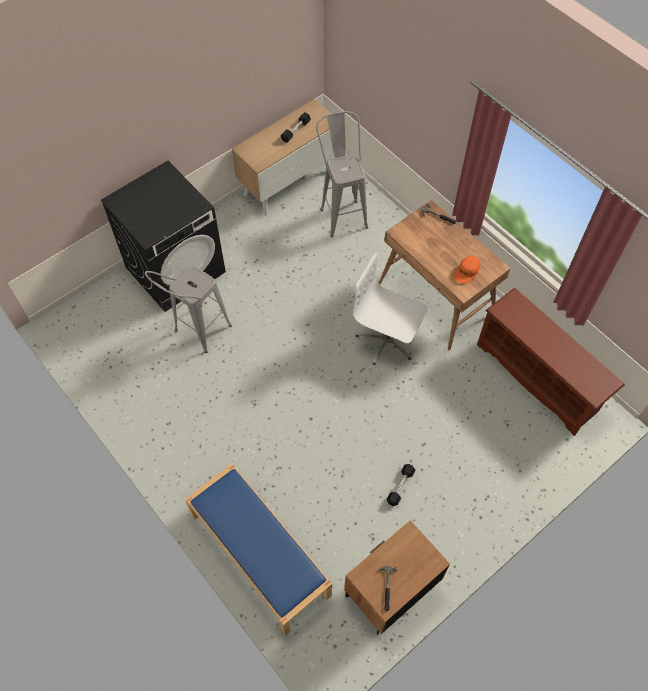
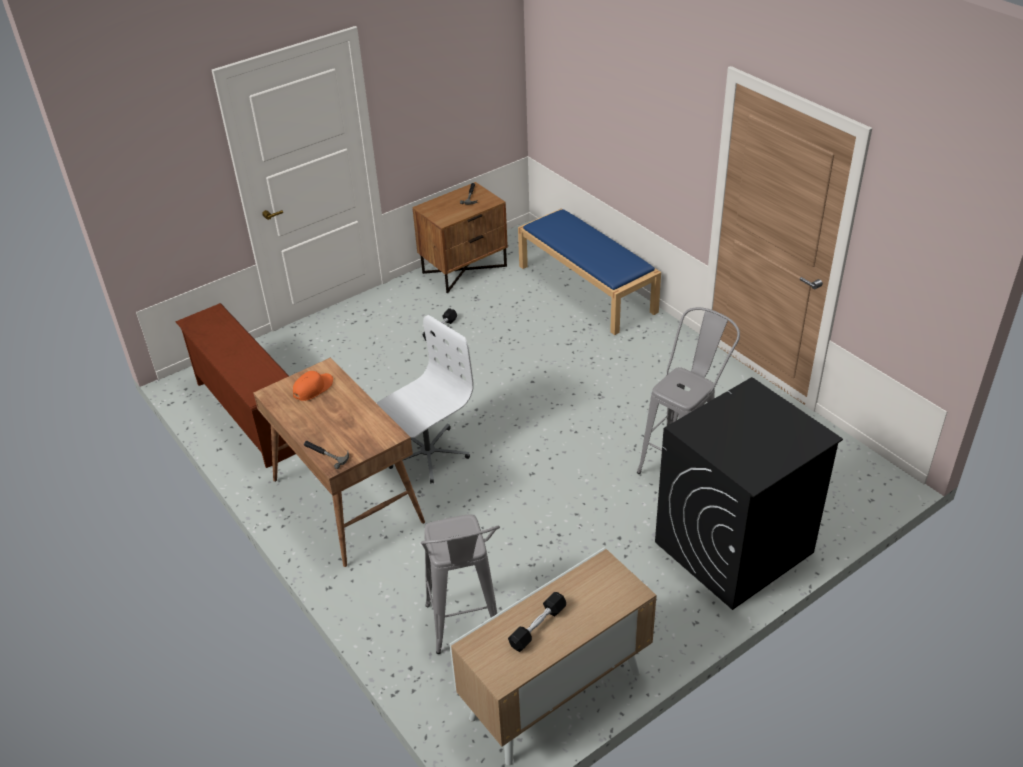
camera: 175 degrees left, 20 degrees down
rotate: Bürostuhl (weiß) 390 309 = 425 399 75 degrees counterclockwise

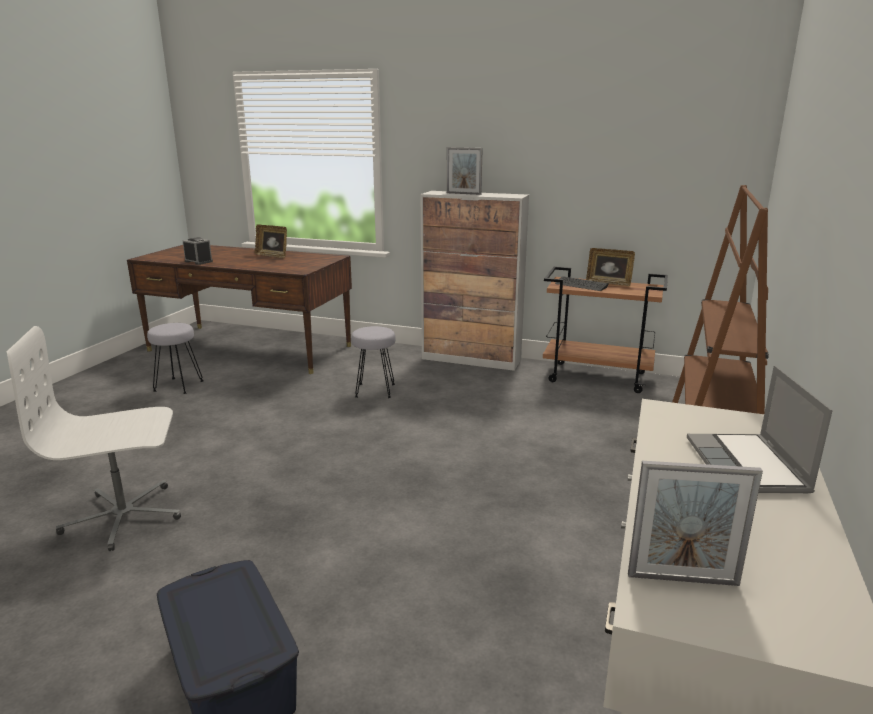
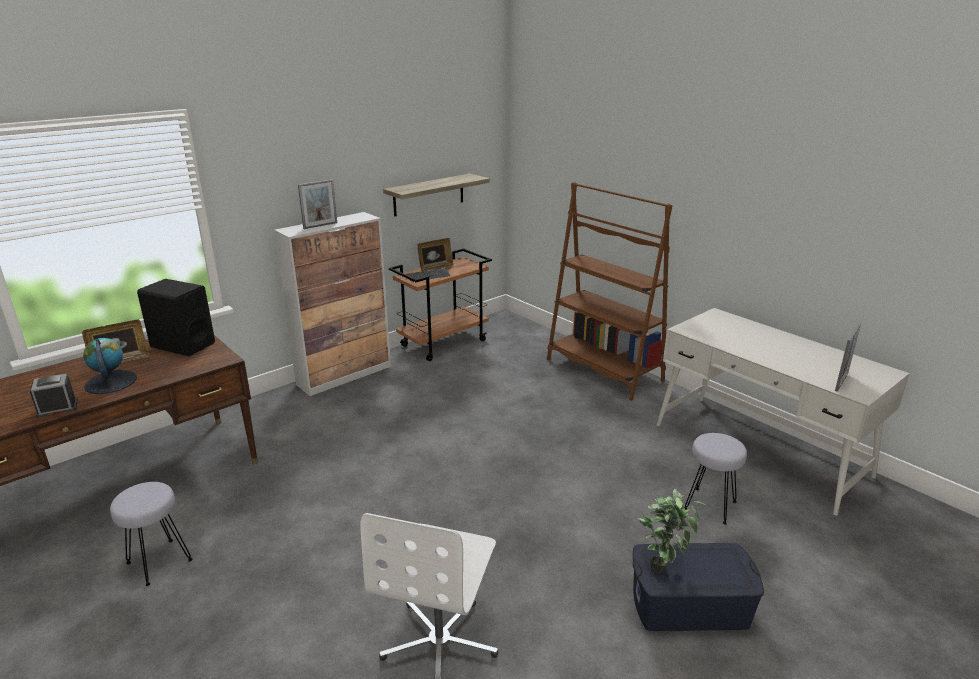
camera: 60 degrees left, 5 degrees up
delete: Laptop 760 429
insert: Globus 110 366; Lautsprecher (schwarz) 176 317; Wandregal 436 195; Topfpflanze 671 531
move: Hocker (grau) 373 362 to 716 478

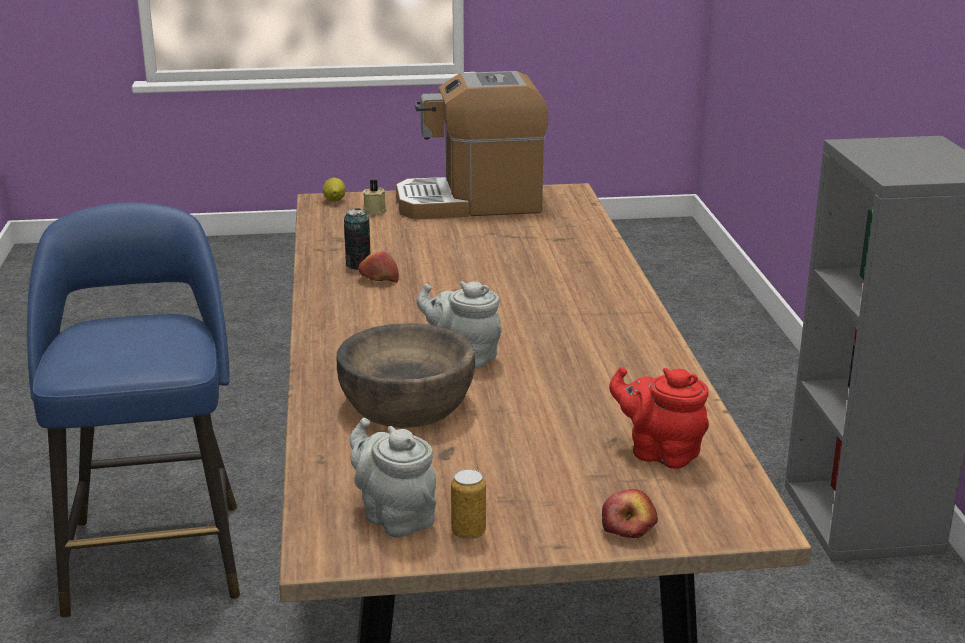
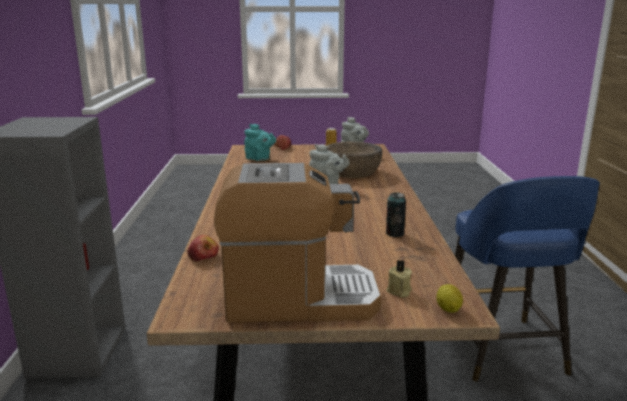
camera: 175 degrees left, 5 degrees down
move: Apfel 378 267 to 203 248
recolor: Teekanne (rot) 659 418 to Teekanne (türkis) 260 142

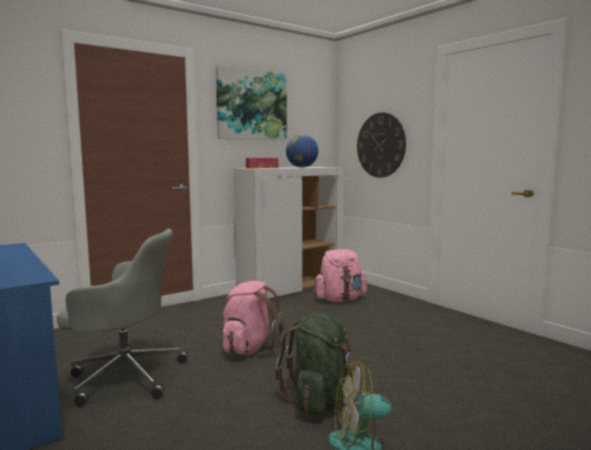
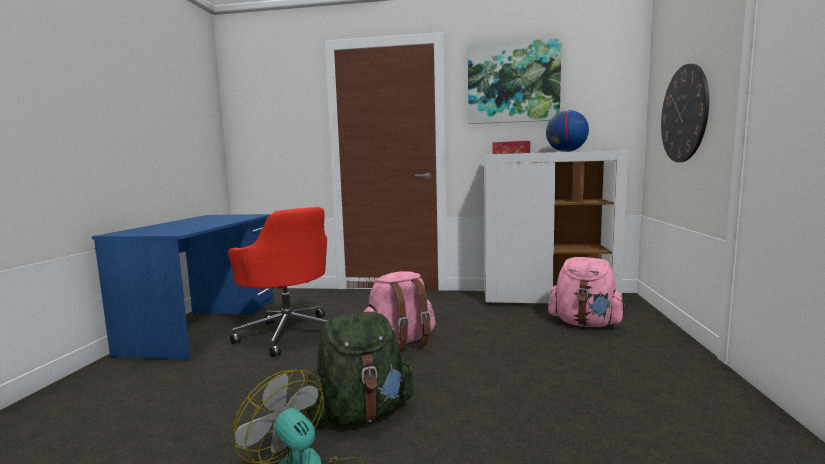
camera: 45 degrees right, 0 degrees up
recolor: Bürostuhl (grau) 122 318 to Bürostuhl (rot) 277 282

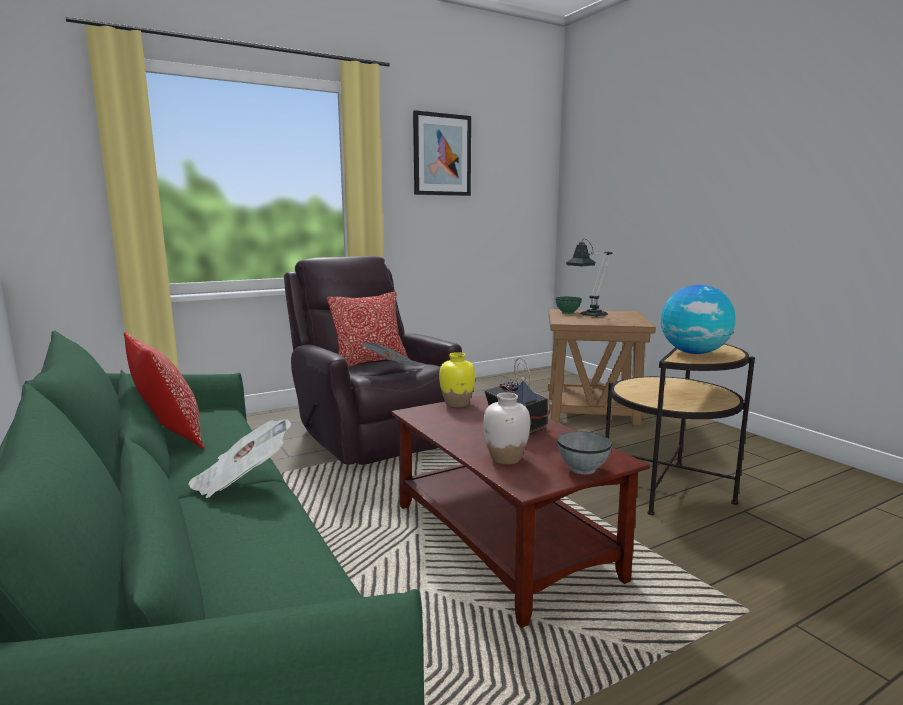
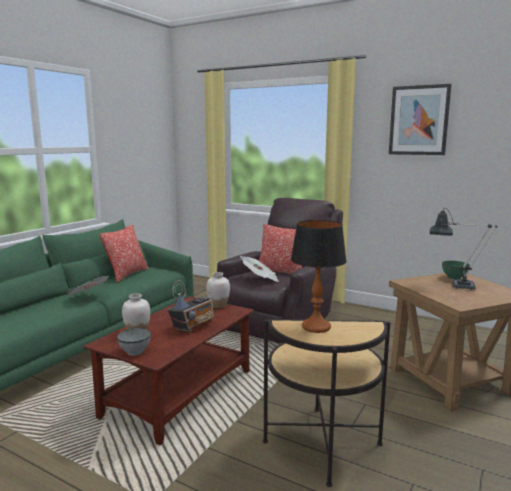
camera: 60 degrees right, 0 degrees up
replace: Globus 698 319 to Tischlampe 319 276
recolor: Vase (gelb) 457 379 to Vase (weiß) 218 290

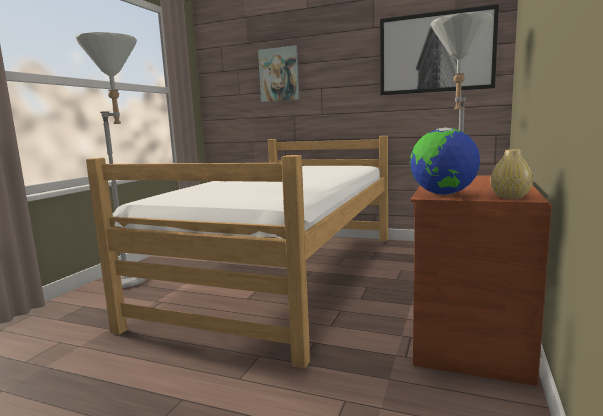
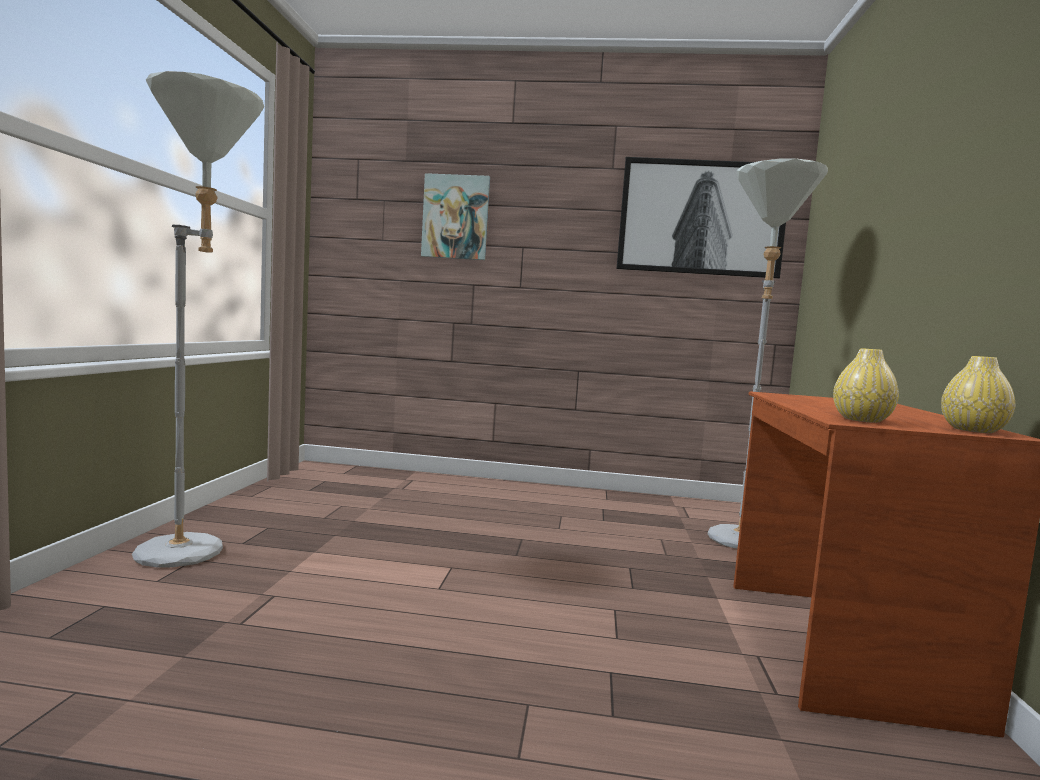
camera: 15 degrees left, 5 degrees down
delete: Bett 237 252
replace: Globus 445 161 to Vase (gelb) 866 385

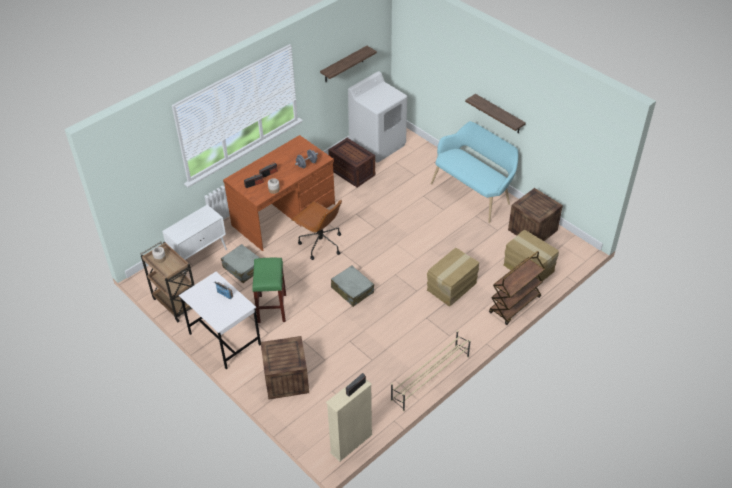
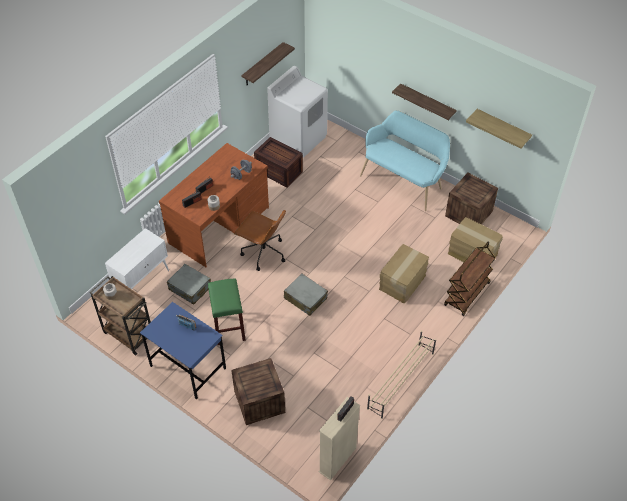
camera: 10 degrees left, 5 degrees up
insert: Wandregal 499 129
recolor: Schreibtisch (weiß) 220 320 to Schreibtisch (blau) 183 350

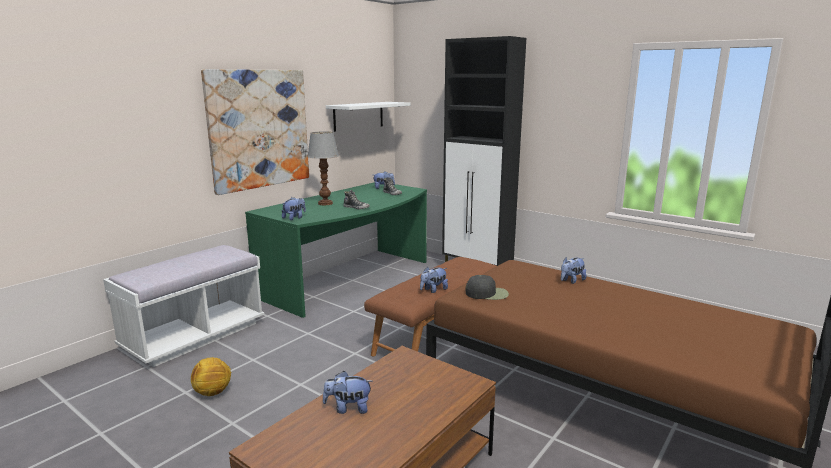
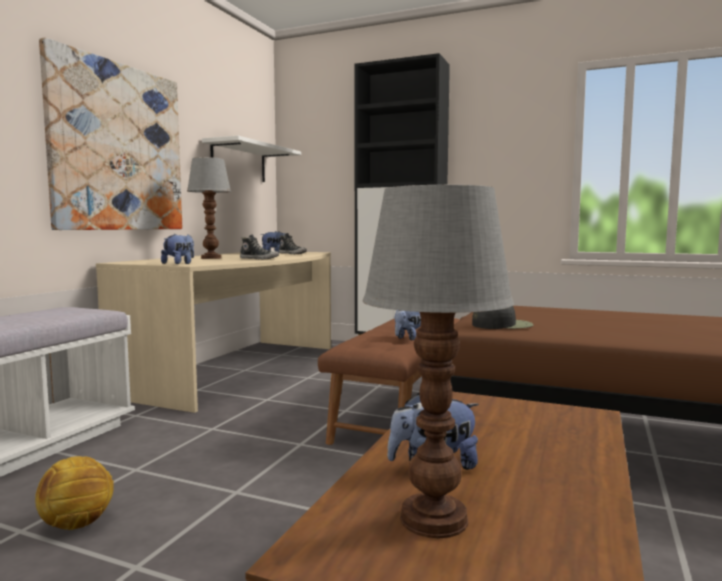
camera: 15 degrees left, 10 degrees down
delete: Plüschtier 573 270
insert: Tischlampe 438 361
recolor: Schreibtisch (grün) 336 250 to Schreibtisch (beige) 213 332

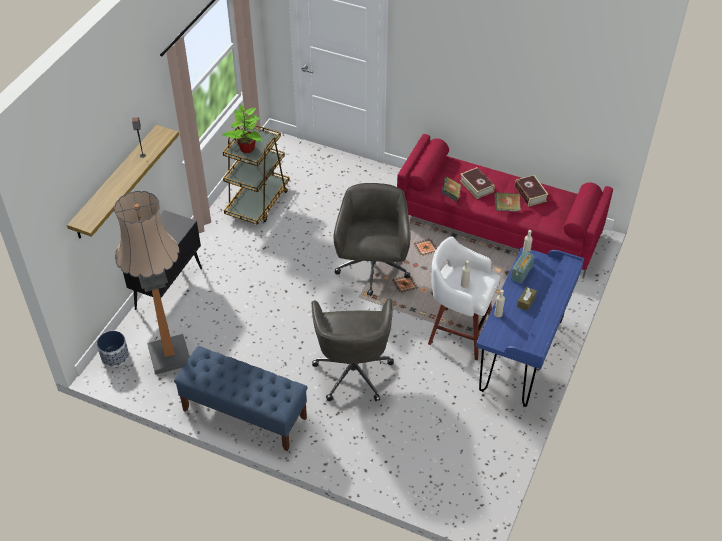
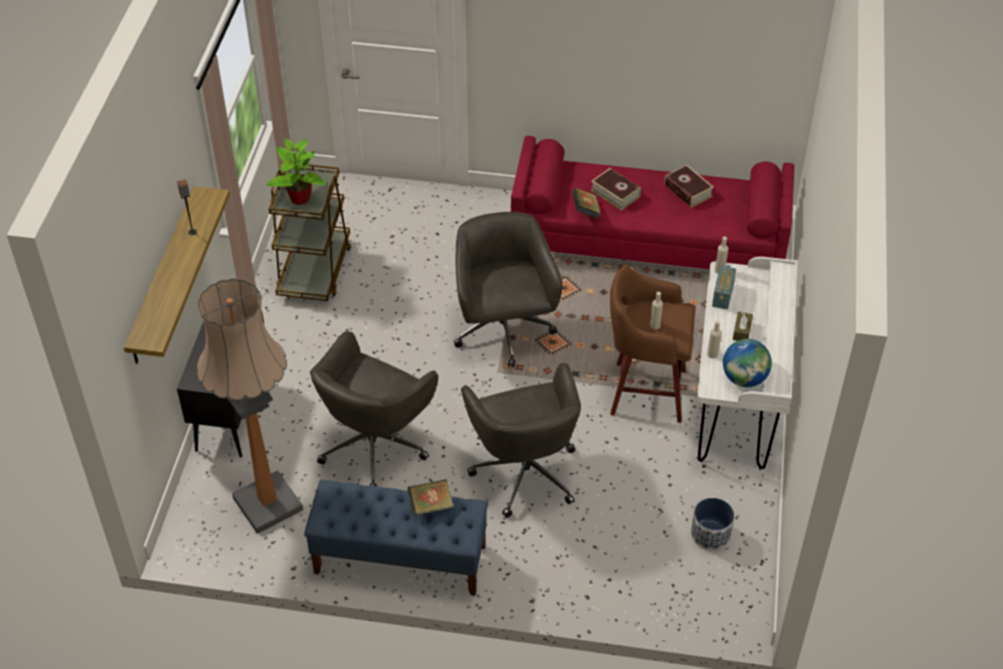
camera: 15 degrees left, 0 degrees up
insert: Bürostuhl (grau) 374 409; Globus 747 363
move: Pflanzkübel 113 349 to 712 524; Buch 507 202 to 430 497
recolor: Hocker (weiß) 464 298 to Hocker (braun) 652 343; Schreibtisch (blau) 530 327 to Schreibtisch (weiß) 747 363

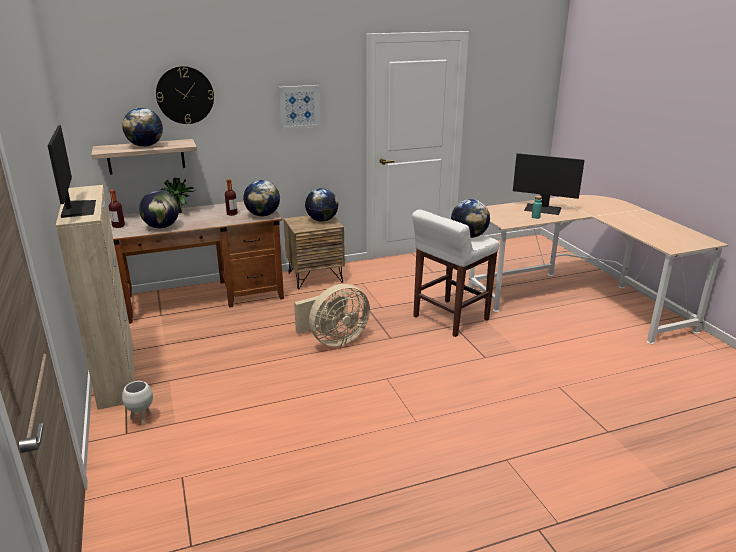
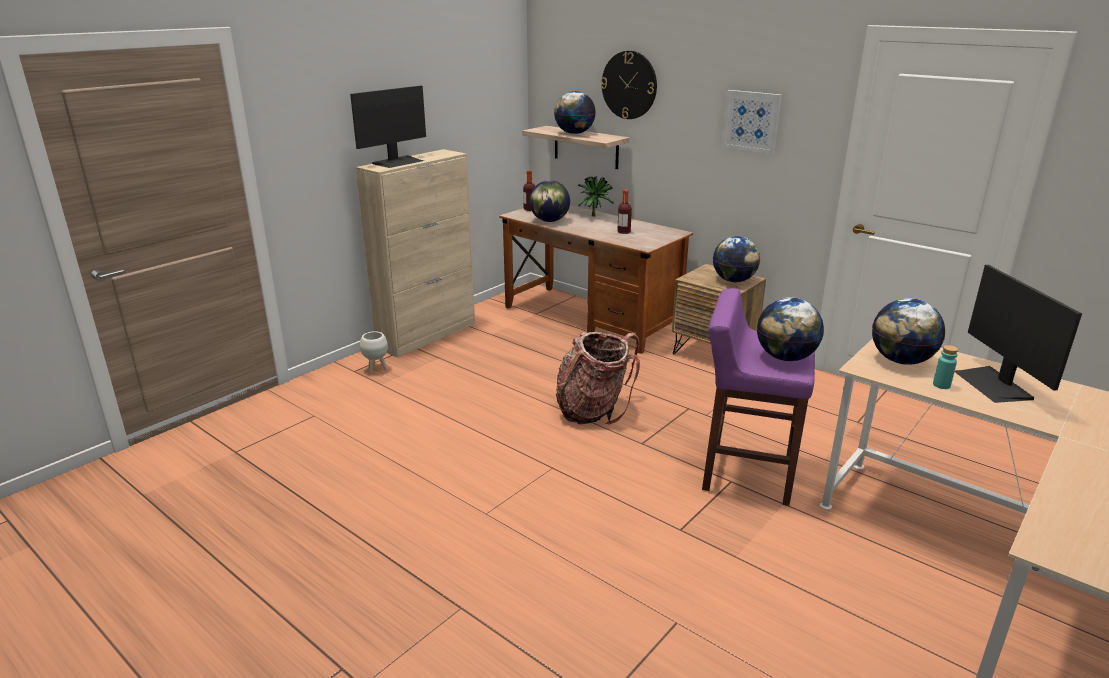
camera: 60 degrees right, 0 degrees up
move: Globus 261 198 to 908 331
replace: Ventilator (beige) 332 315 to Rucksack 598 378
recolor: Hocker (weiß) 455 273 to Hocker (lila) 758 397

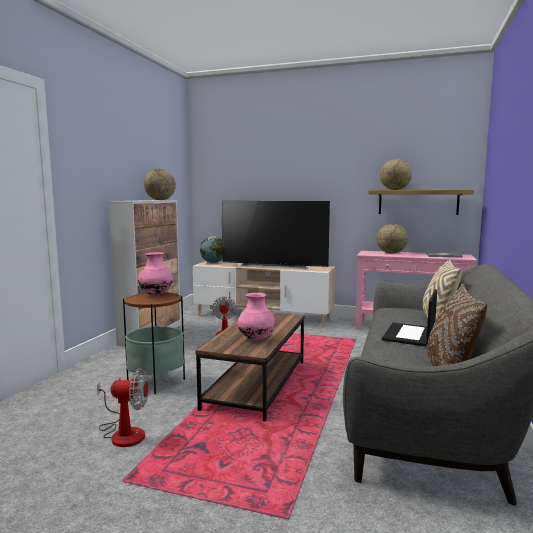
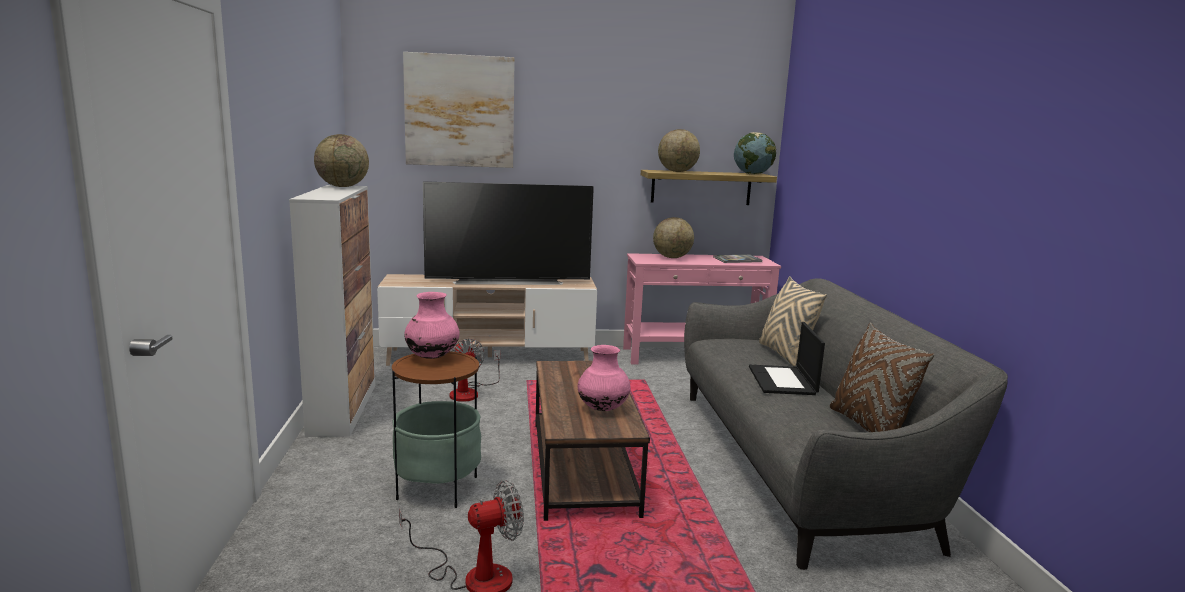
camera: 25 degrees left, 5 degrees up
insert: Bild 459 110
move: Globus 211 249 to 755 153

